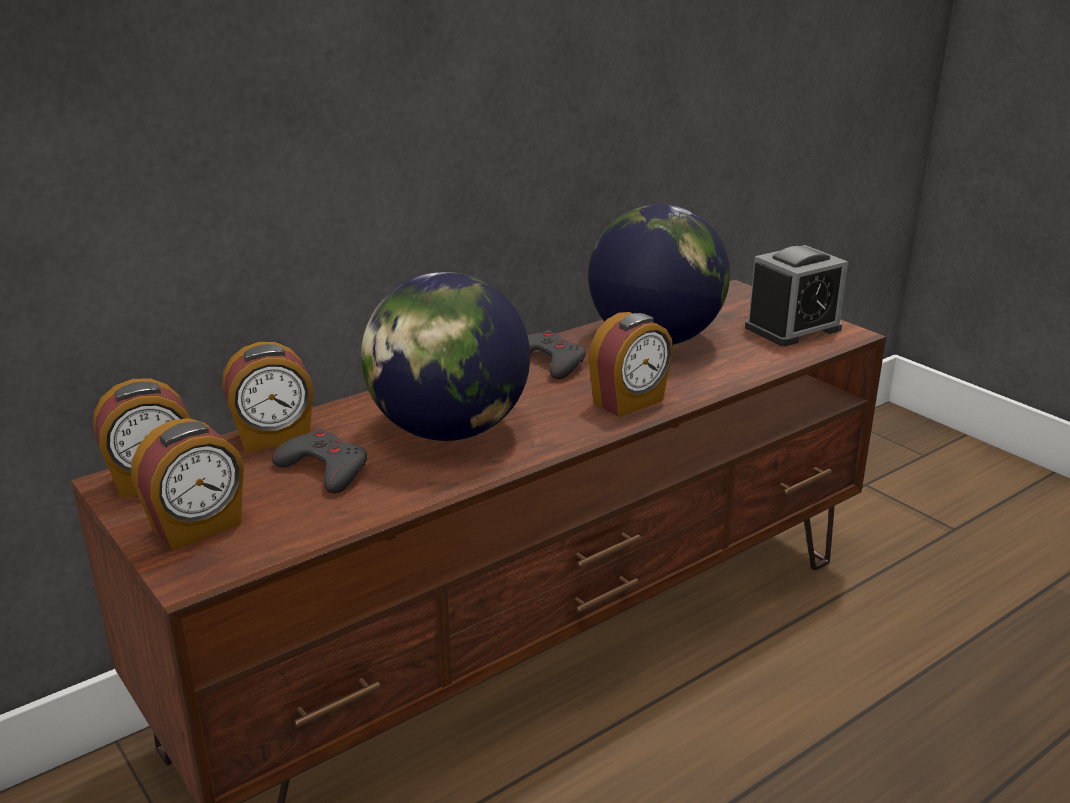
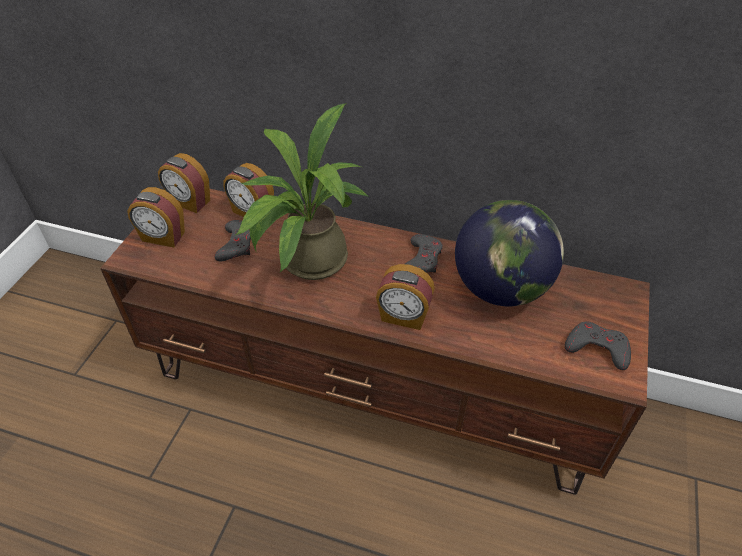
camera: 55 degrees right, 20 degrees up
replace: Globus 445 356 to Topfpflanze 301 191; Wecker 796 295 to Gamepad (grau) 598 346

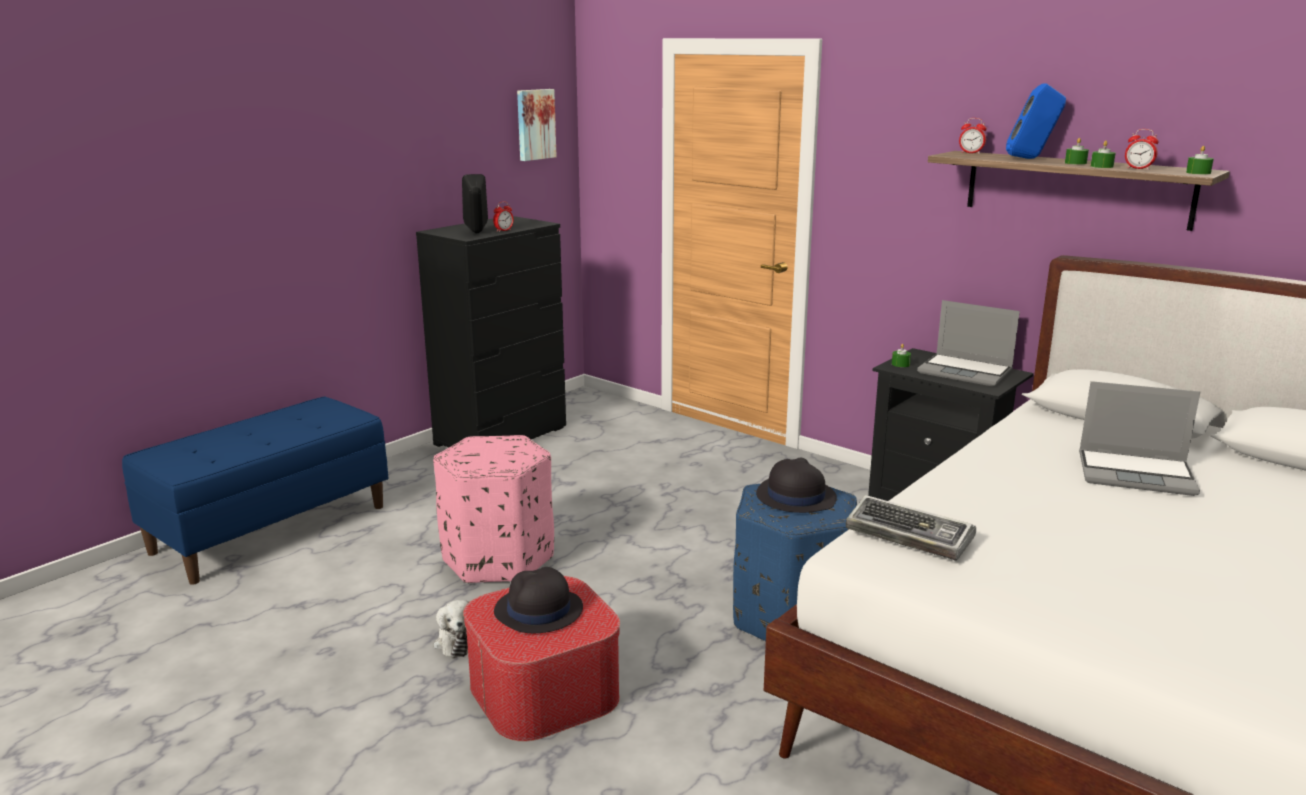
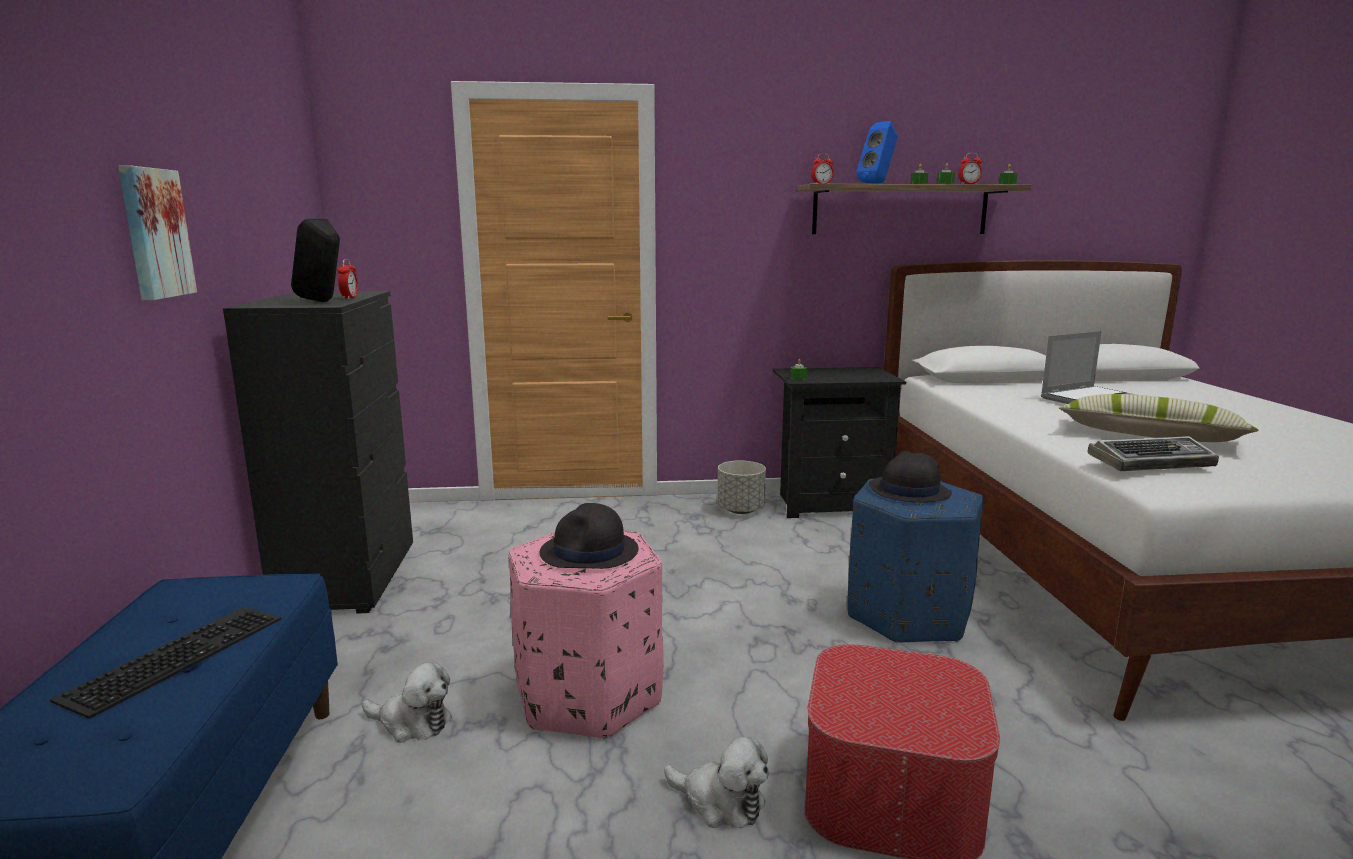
camera: 45 degrees left, 5 degrees down
delete: Laptop 968 343
insert: Tastatur 165 662; Plüschtier 407 702; Pflanzkübel (grau) 741 487; Kissen 1159 418
move: Hut (schwarz) 538 600 to 589 536; Bild 537 125 to 157 232

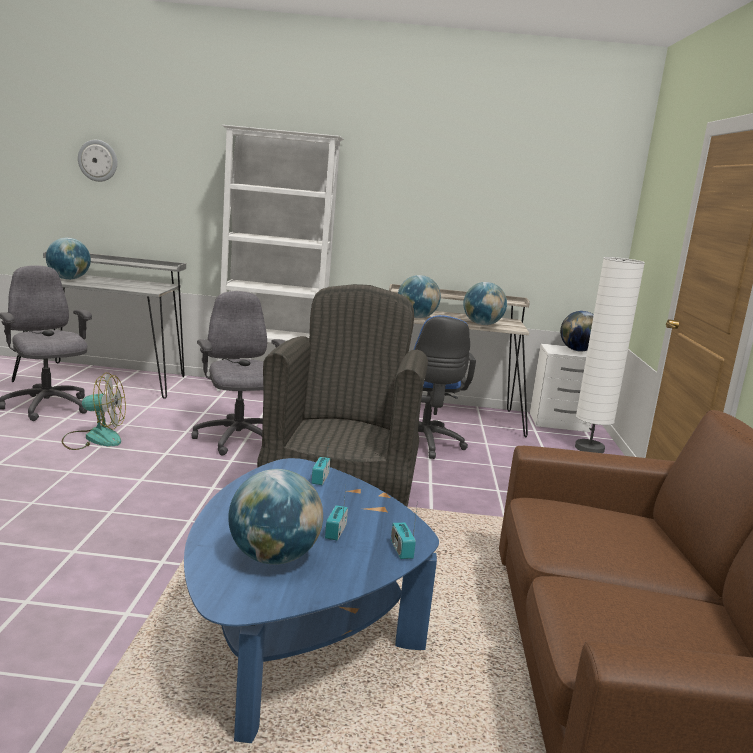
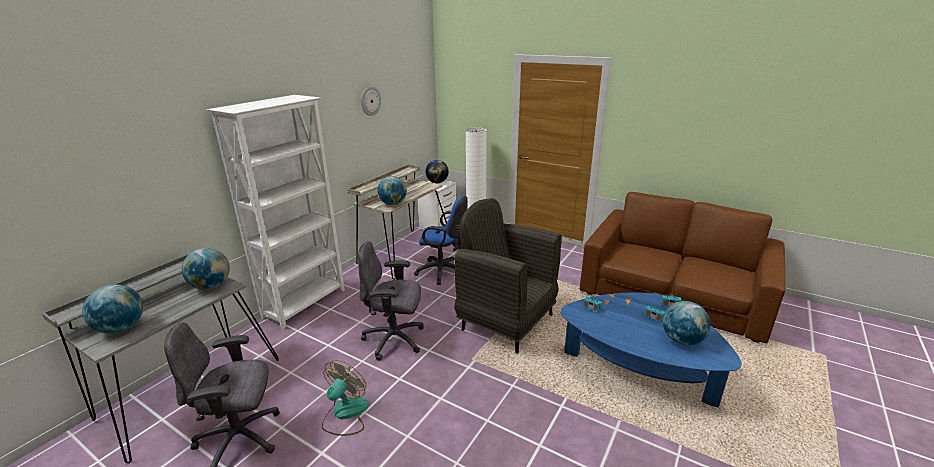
camera: 60 degrees left, 10 degrees up
move: Wanduhr 97 161 to 371 101; Globus 485 303 to 206 269

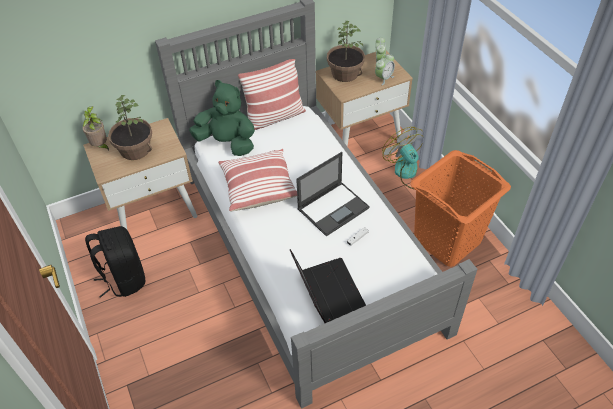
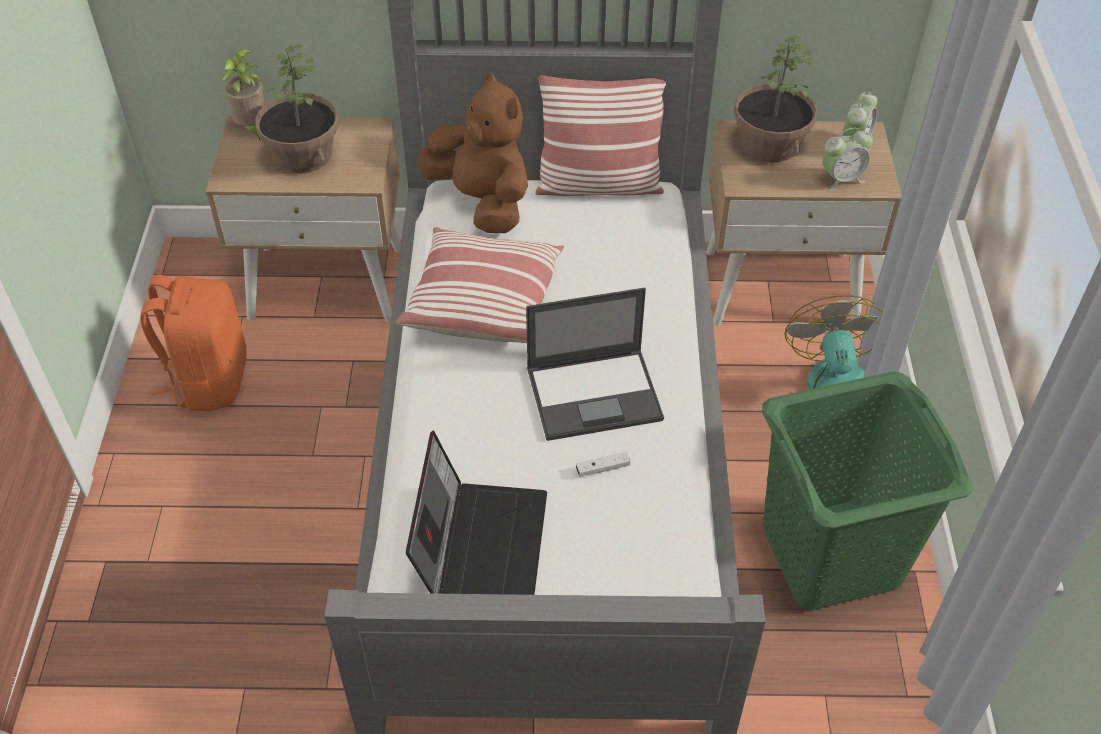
camera: 25 degrees right, 0 degrees up
recolor: Rucksack (schwarz) 115 262 to Rucksack (orange) 193 342; Plüschtier (grün) 222 118 to Plüschtier (braun) 472 153; Wäschekorb (orange) 460 208 to Wäschekorb (grün) 867 490

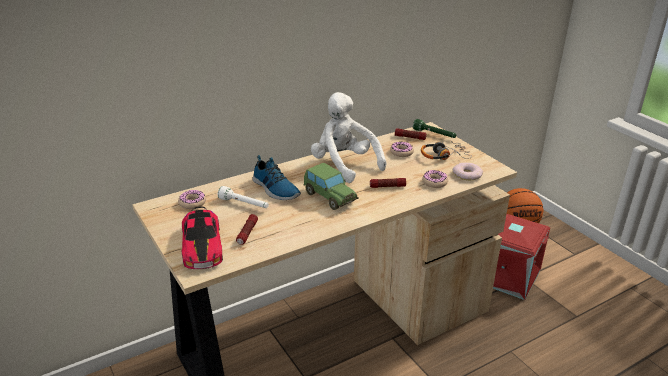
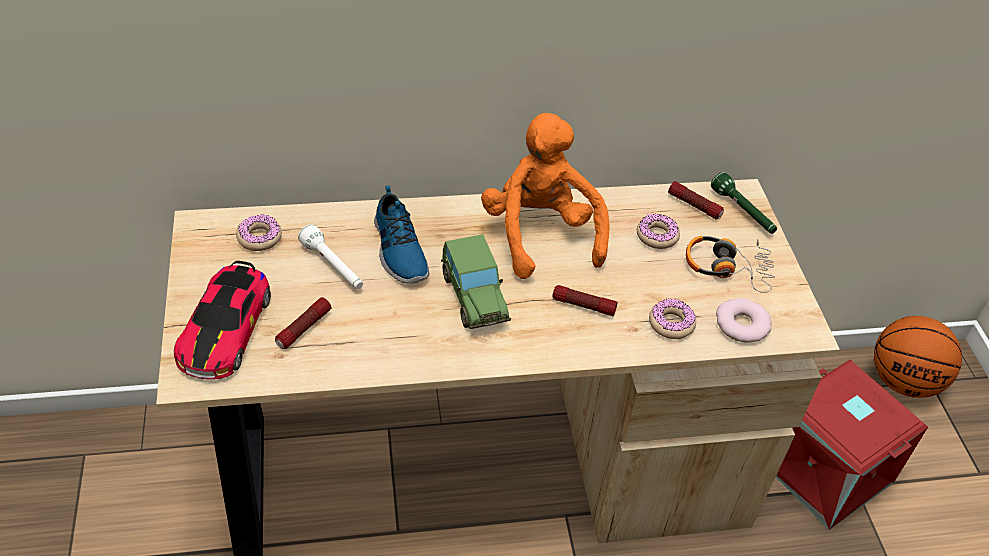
camera: 20 degrees right, 15 degrees up
recolor: Plüschtier (weiß) 348 137 to Plüschtier (orange) 545 196

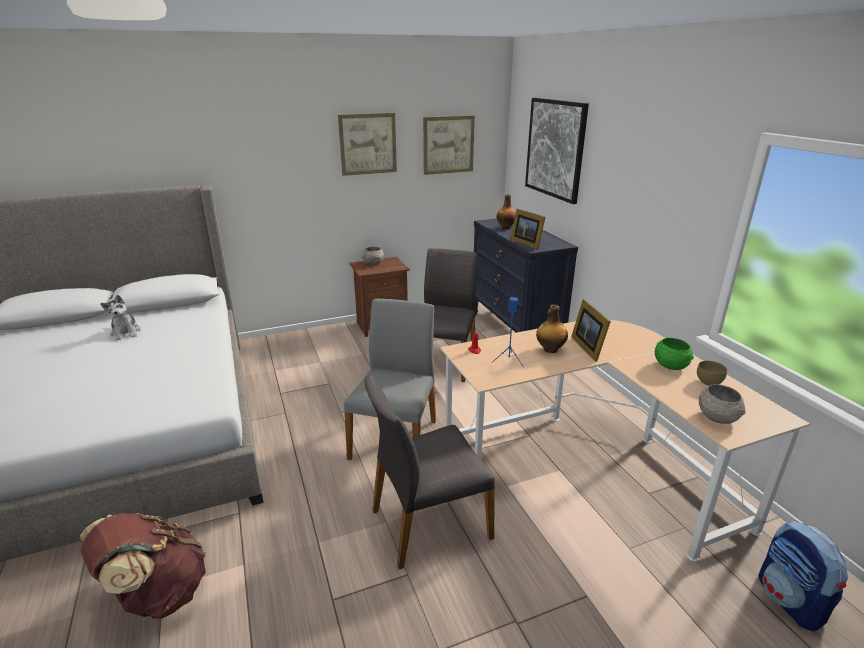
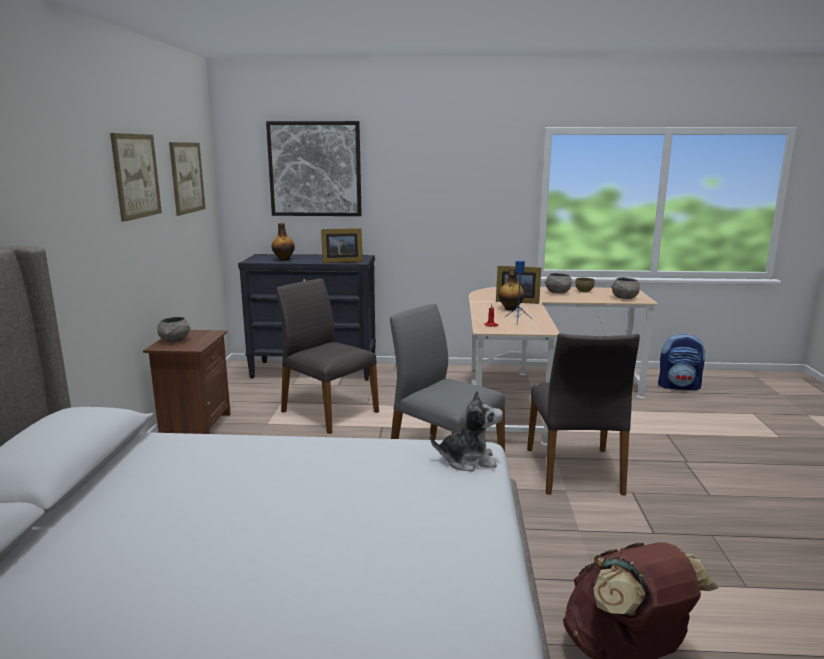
camera: 65 degrees left, 10 degrees down
move: Plüschtier 120 318 to 466 431
recolor: Schüssel (grün) 674 354 to Schüssel (grau) 558 283

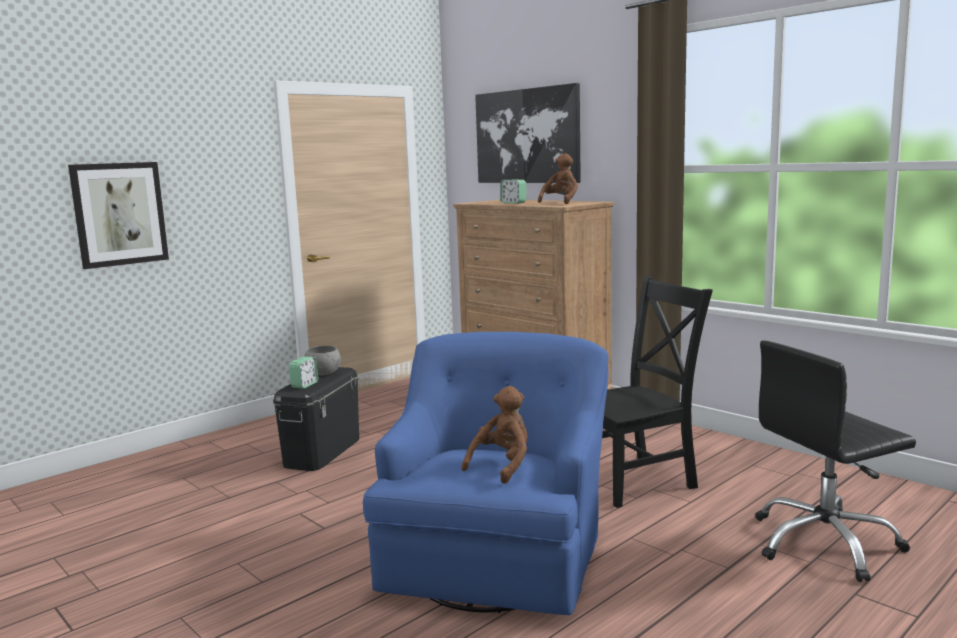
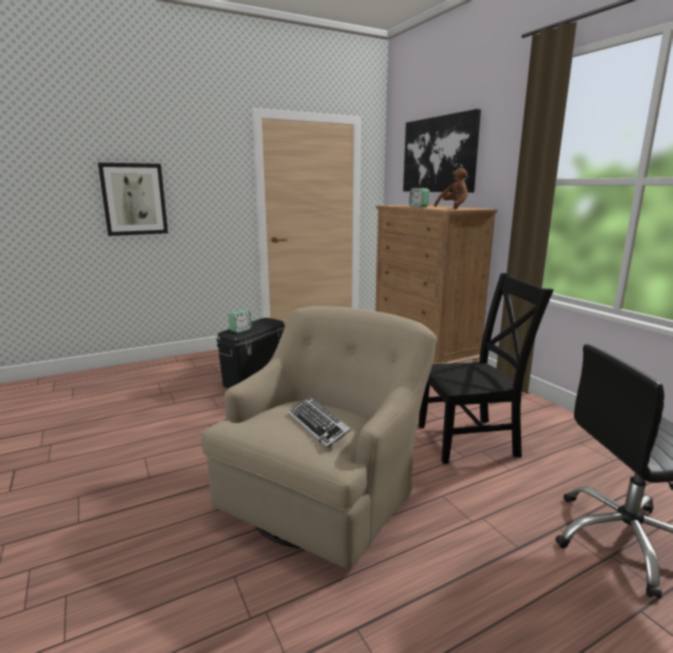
camera: 15 degrees right, 5 degrees up
delete: Schüssel (grau) 322 361
replace: Plüschtier (braun) 495 435 to Tastatur 319 422
recolor: Sessel (blau) 486 473 to Sessel (beige) 319 437

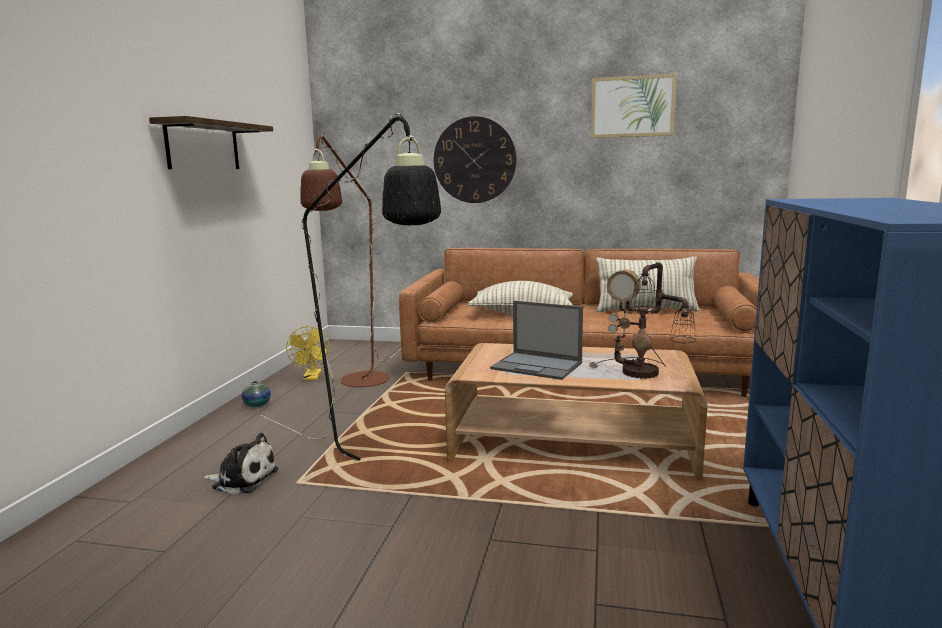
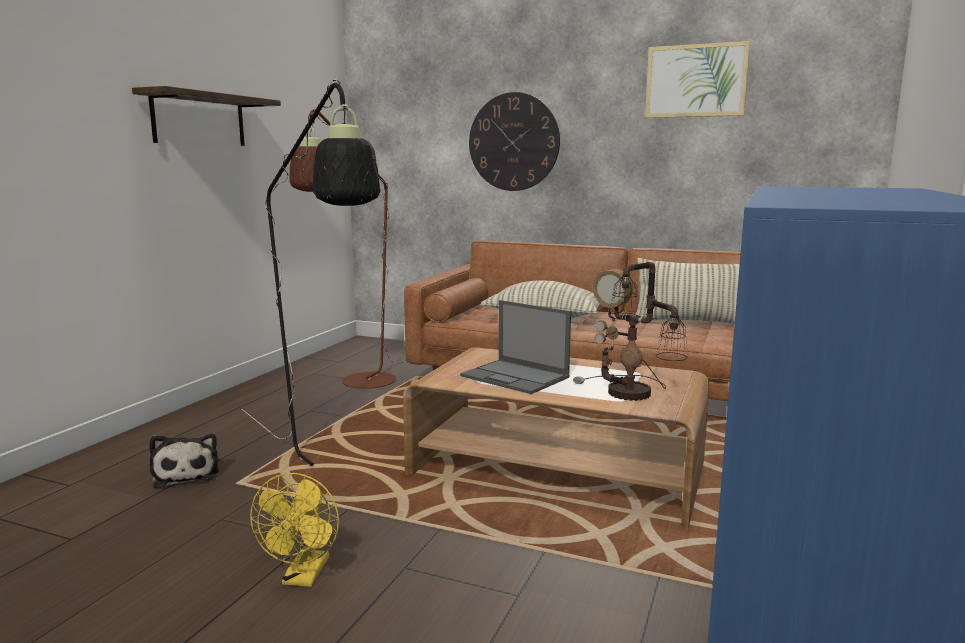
camera: 10 degrees right, 0 degrees up
delete: Vase 256 394
move: Ventilator (gelb) 308 353 to 294 530
rotate: Plüschtier 240 463 = 184 460 45 degrees clockwise

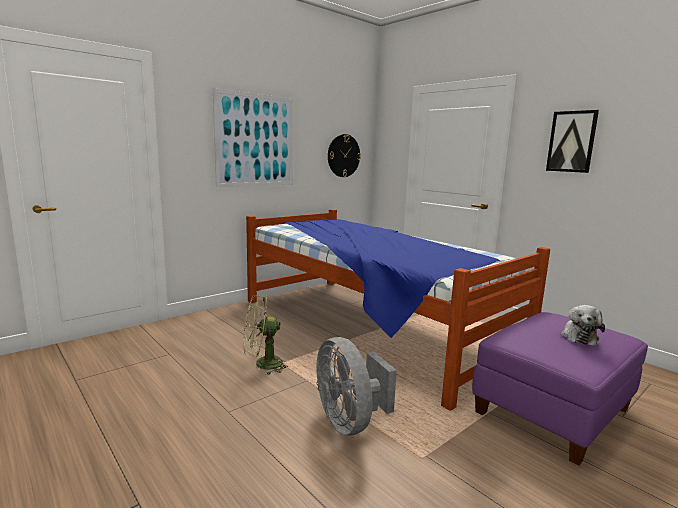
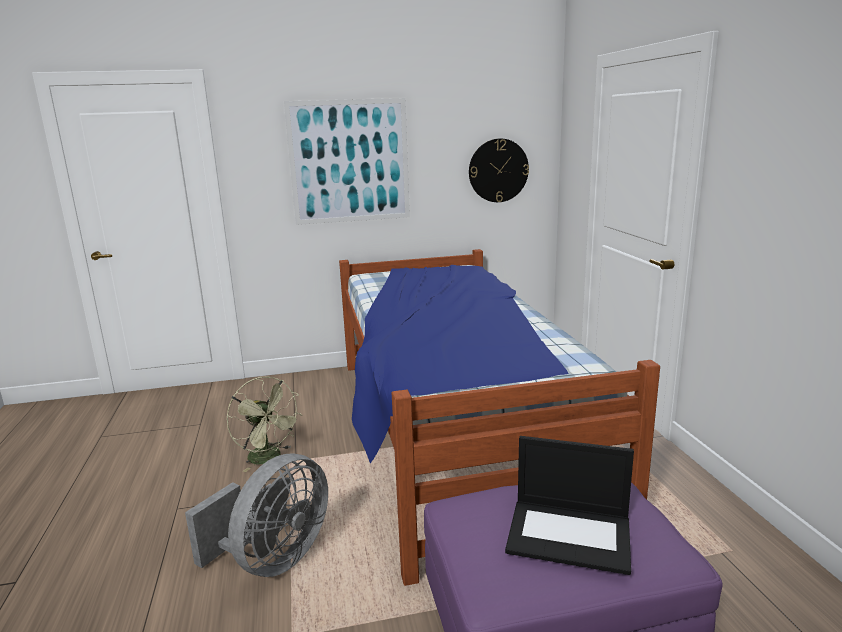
camera: 30 degrees right, 5 degrees up
delete: Bild 572 141
replace: Plüschtier 583 325 to Laptop 569 505
rotate: Ventilator (grün) 265 335 = 264 424 150 degrees counterclockwise; Ventilator (grau) 356 386 = 256 515 150 degrees counterclockwise

